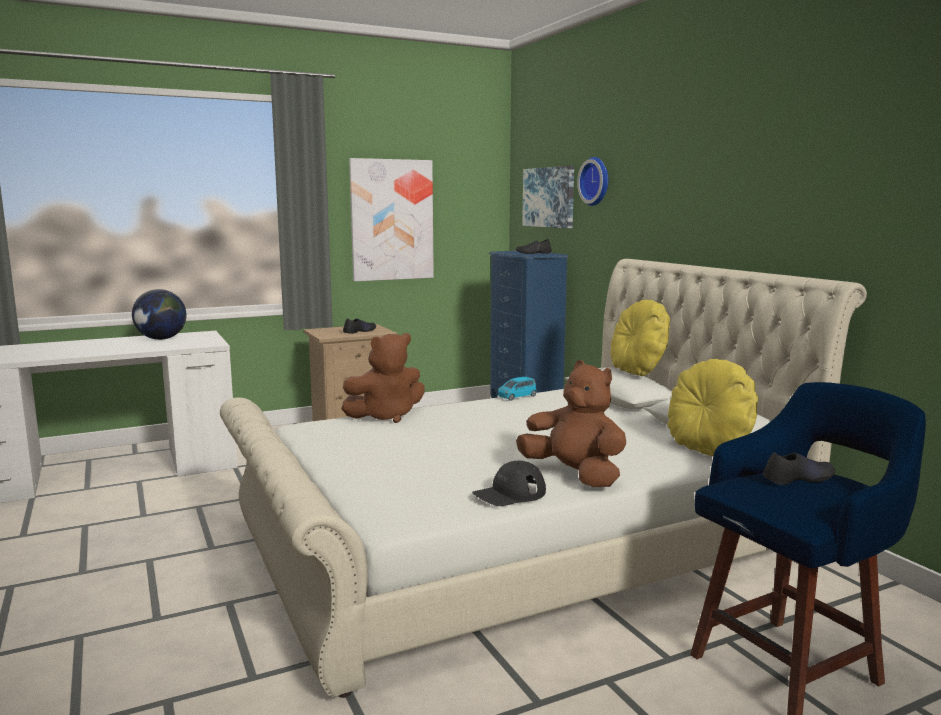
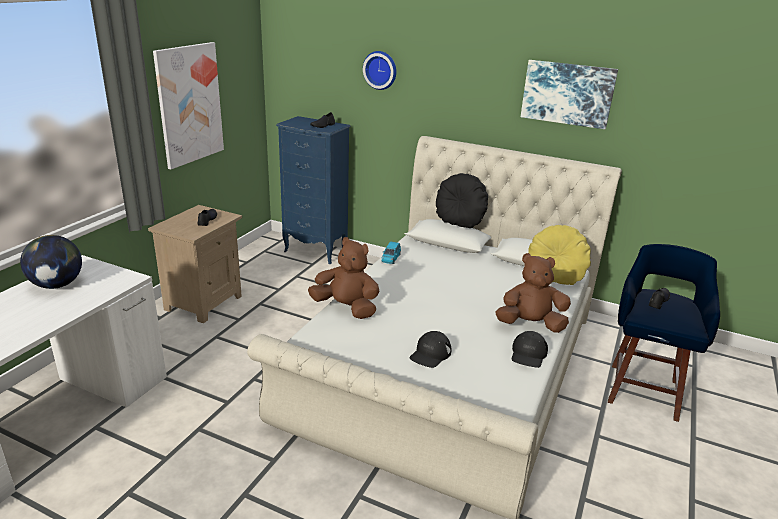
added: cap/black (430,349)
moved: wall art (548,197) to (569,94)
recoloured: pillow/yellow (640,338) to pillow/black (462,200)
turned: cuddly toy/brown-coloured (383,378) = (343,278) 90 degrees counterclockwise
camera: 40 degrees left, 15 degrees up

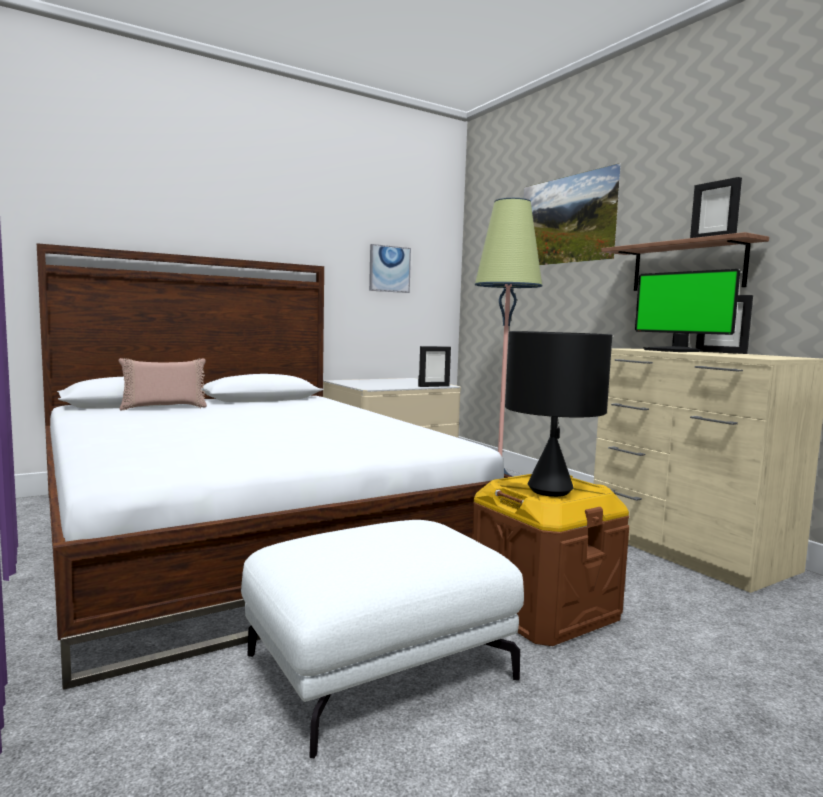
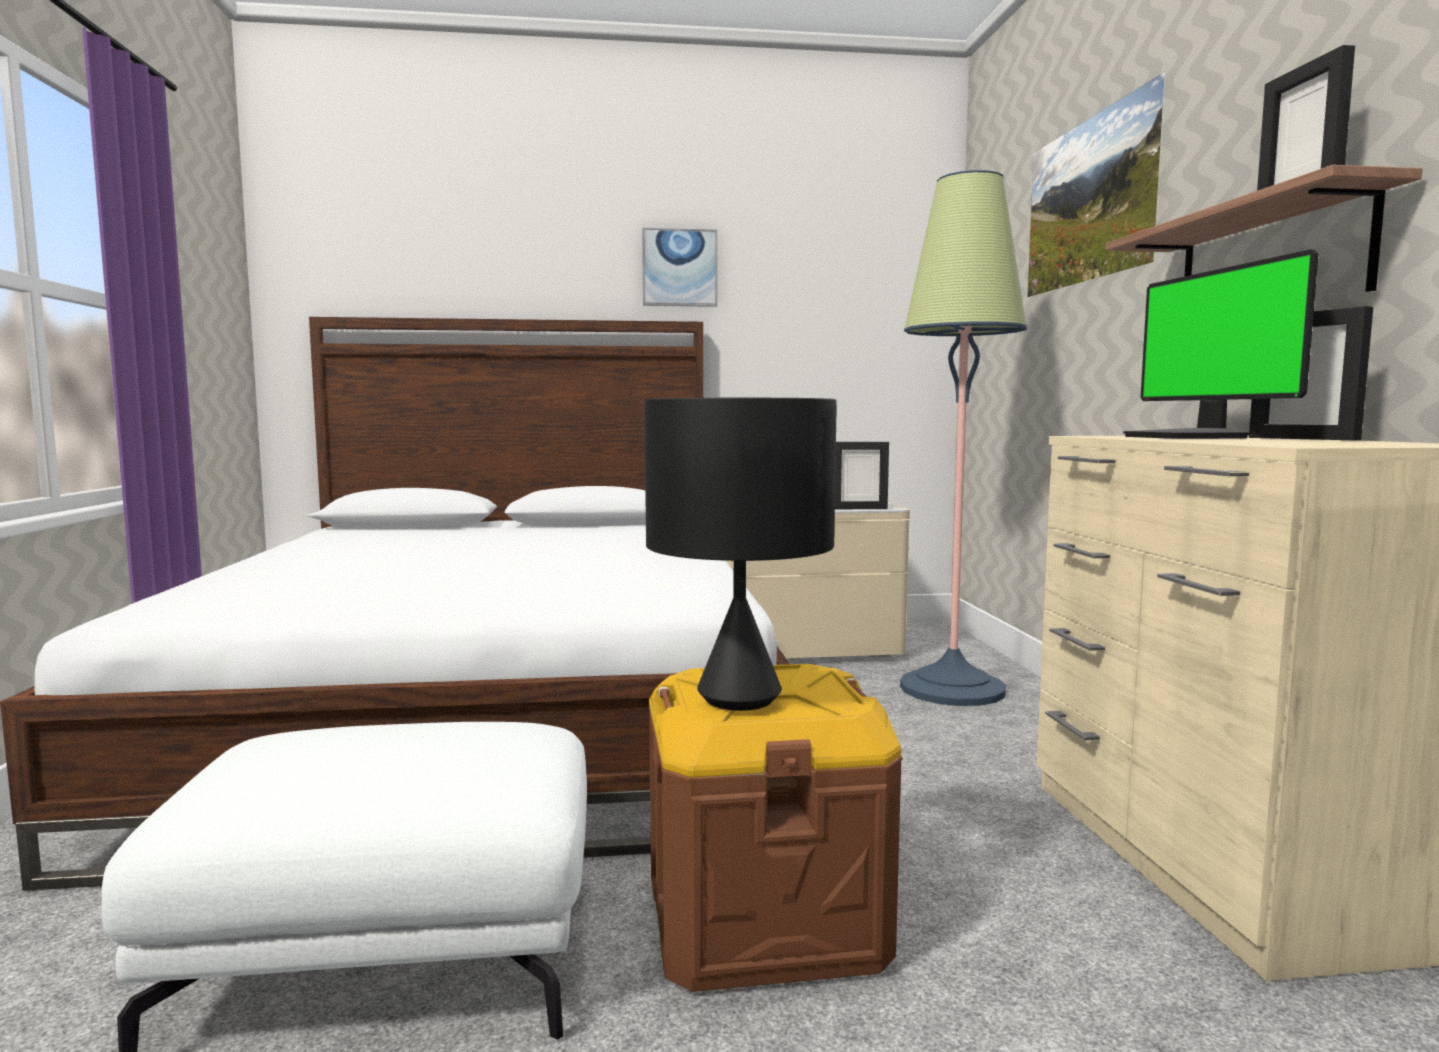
removed: pillow/beige-coloured (163,384)
moved: wall art (390,268) to (679,267)
camera: 25 degrees right, 0 degrees up

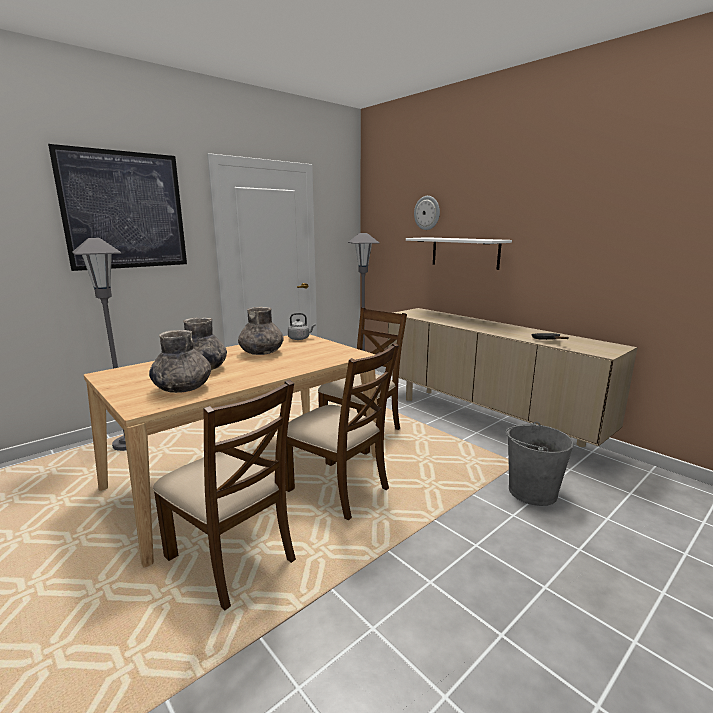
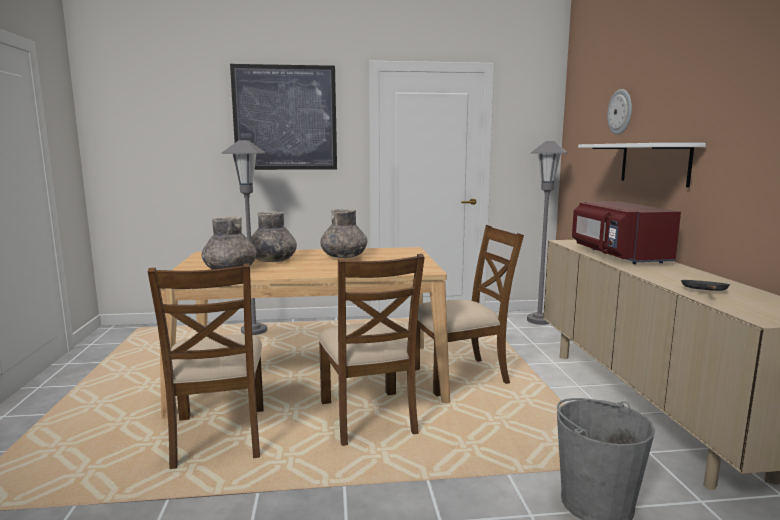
removed: kettle/greyish (302,326)
added: microwave/red-coloured (626,232)
camera: 35 degrees right, 5 degrees down

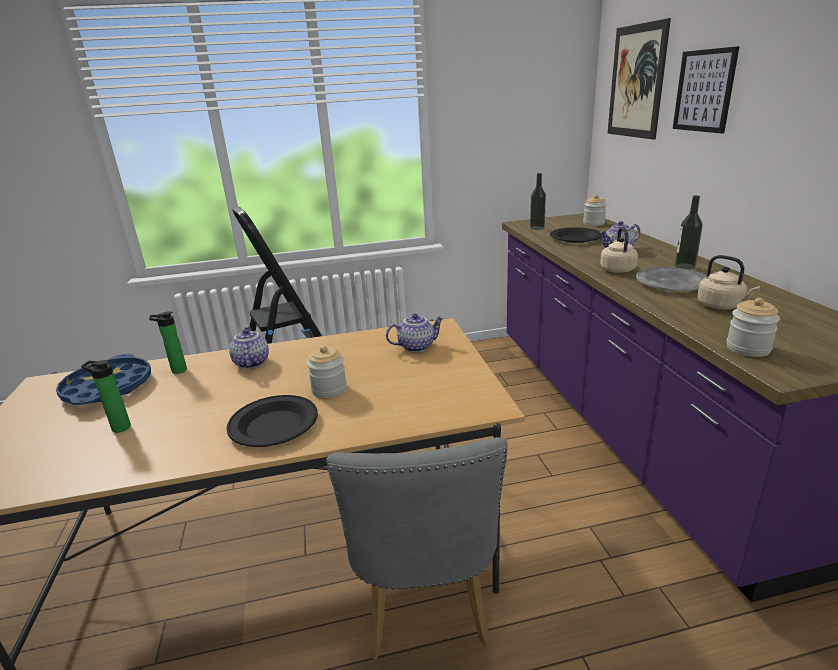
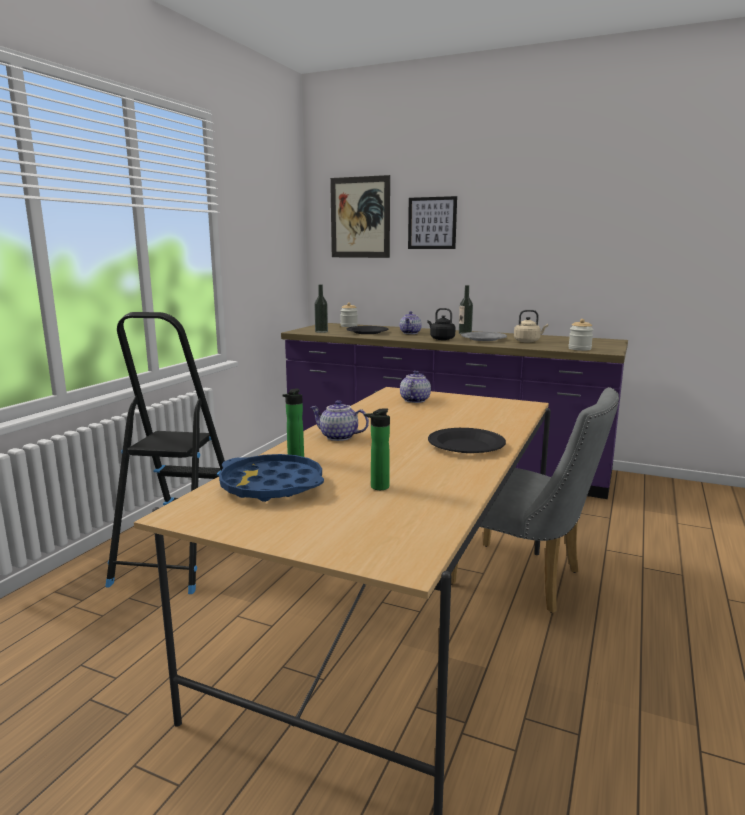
removed: jar (327,372)
recoloured: kettle/beige-coloured (619,250) to kettle/black (441,324)
camera: 55 degrees left, 10 degrees down

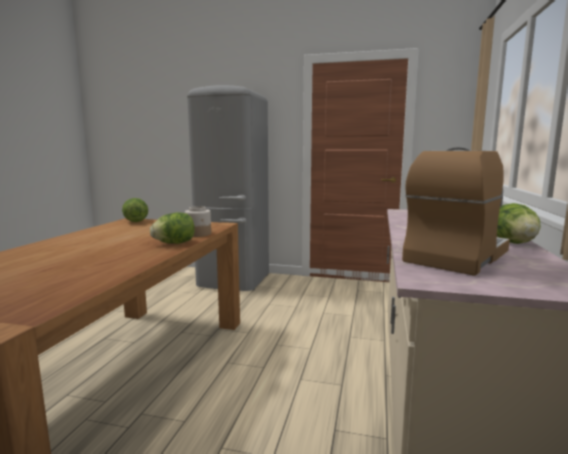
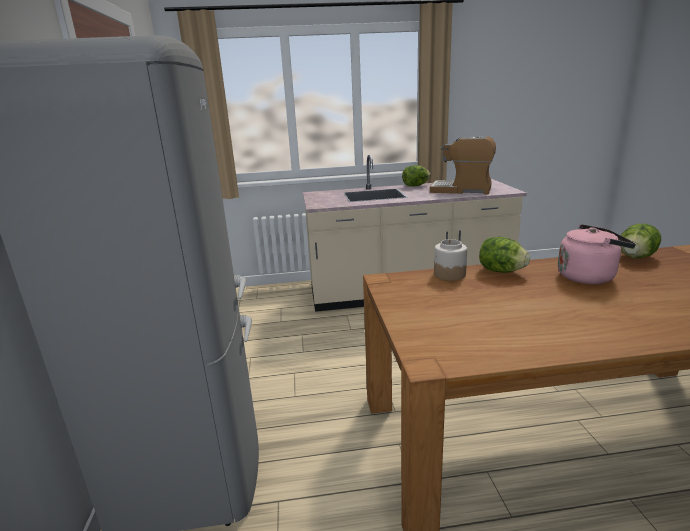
added: kettle/pink (597,254)
moved: head of lettuce (135,210) to (641,241)
camera: 110 degrees left, 10 degrees up

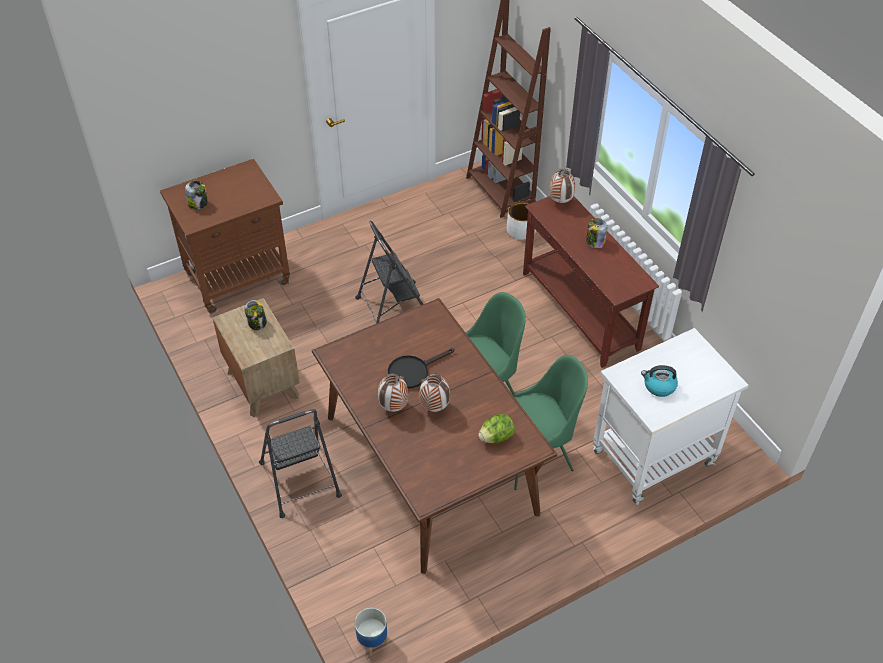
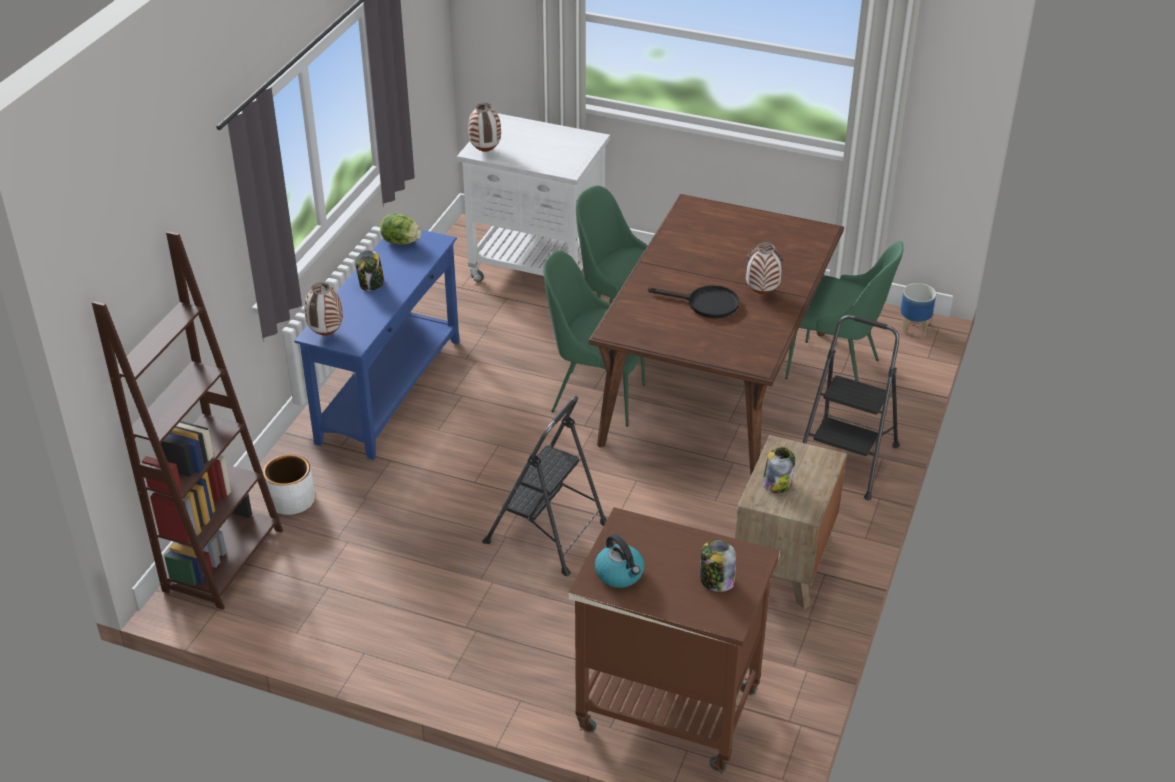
added: upright chair/green-coloured (844,311)
moved: head of lettuce (496,428) to (401,229); vase (434,393) to (484,127); kettle (659,381) to (619,561)
recoloured: hall table/brown-coloured (591,282) to hall table/bluish (376,345)
camera: 130 degrees left, 10 degrees down

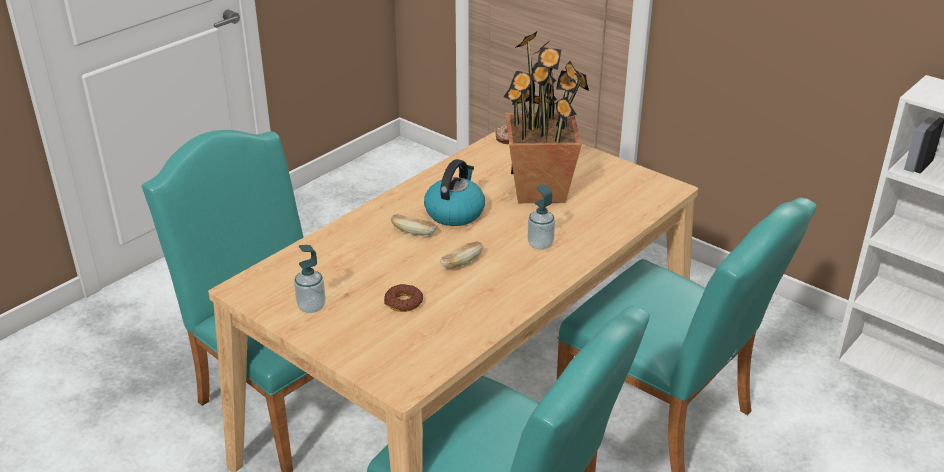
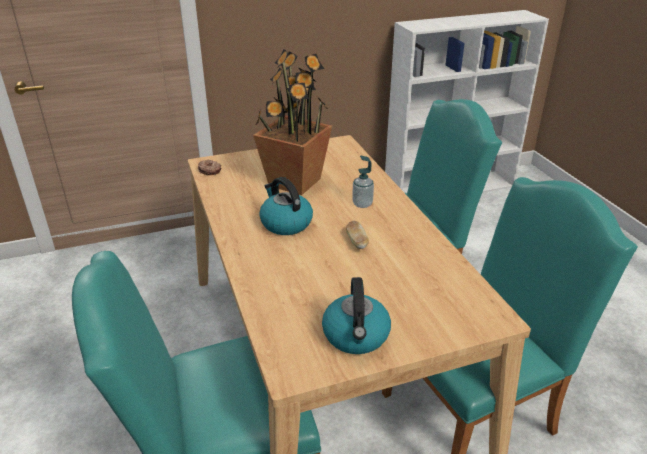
removed: ring doughnut (403,298); baked bread (413,224)
replaced: soap dispenser (310,279) to kettle (356,315)
camera: 60 degrees left, 0 degrees up

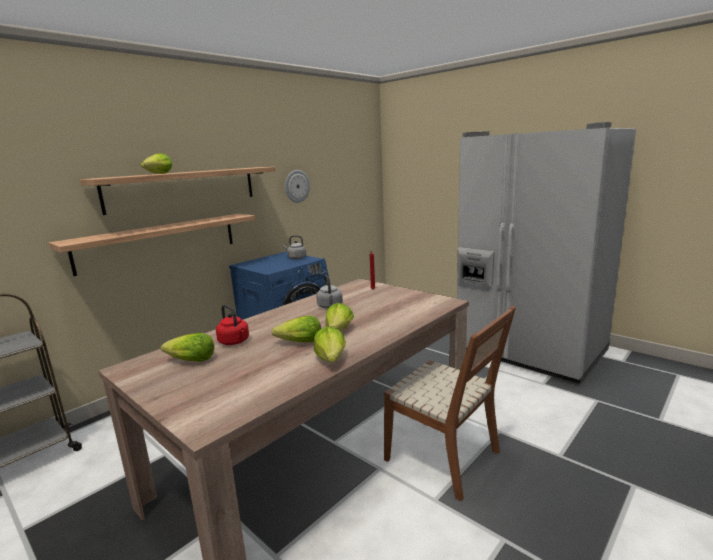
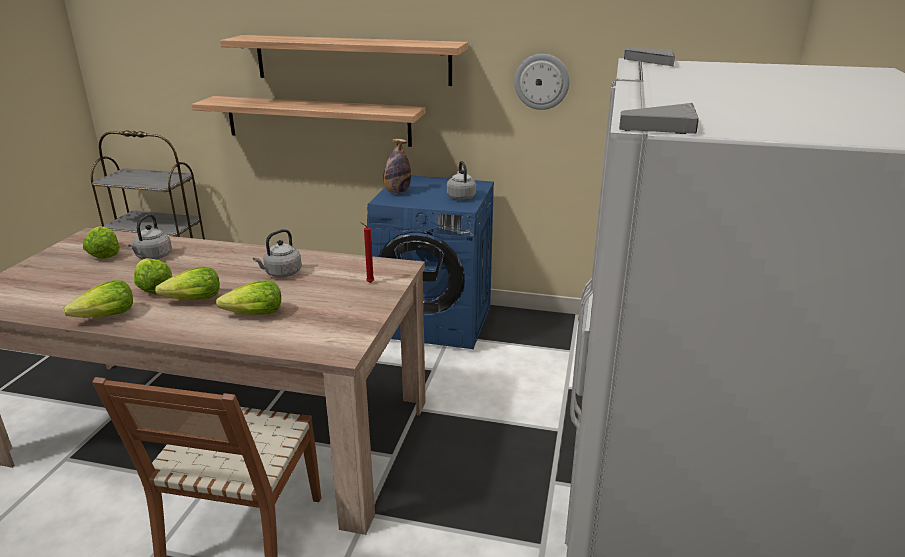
added: bottle (397,166)
moved: head of lettuce (156,163) to (248,297)
recoloured: kettle/red-coloured (232,325) to kettle/greyish (150,236)
camera: 60 degrees right, 10 degrees up

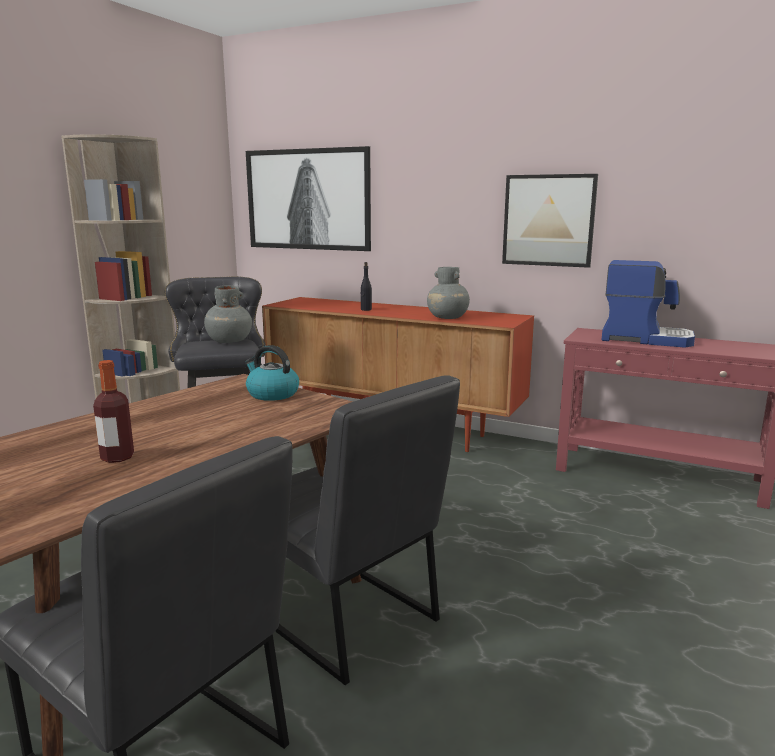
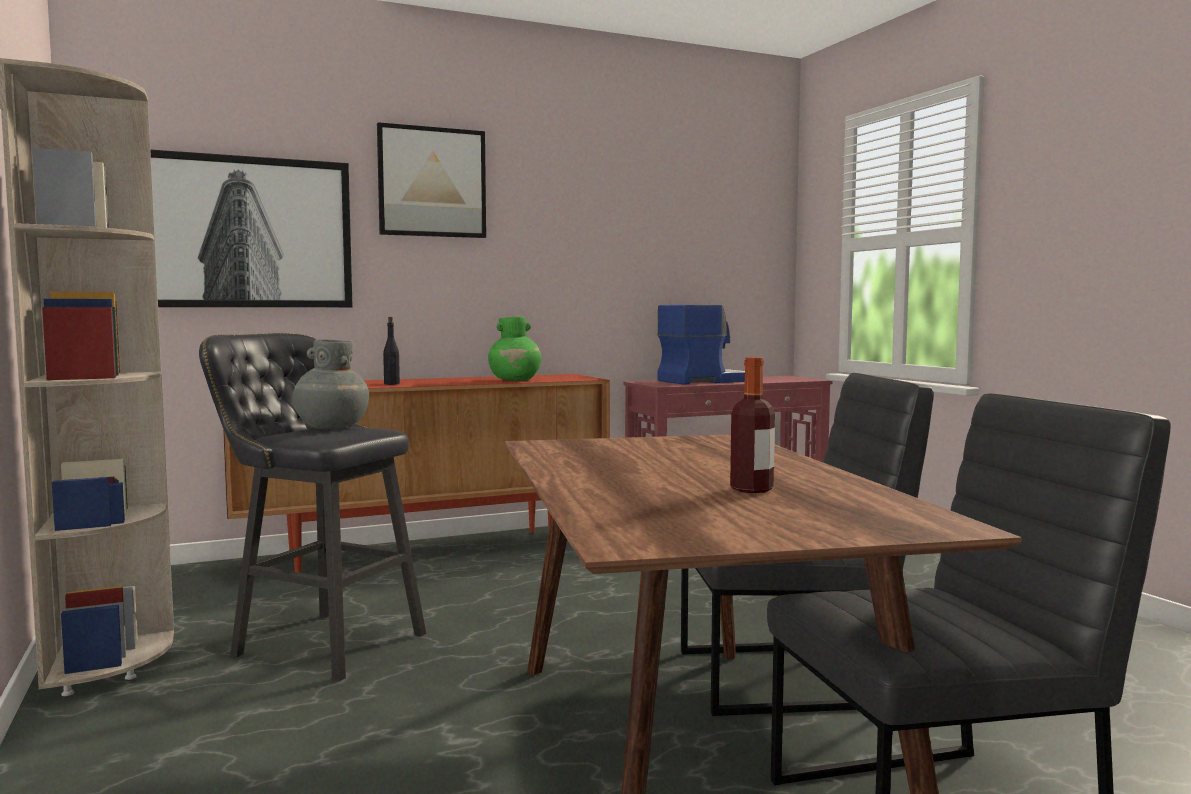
removed: kettle (272,373)
moved: wall art (550,221) to (431,180)
recoloured: vase/greyish (448,293) to vase/green-coloured (515,349)
camera: 50 degrees left, 10 degrees down

